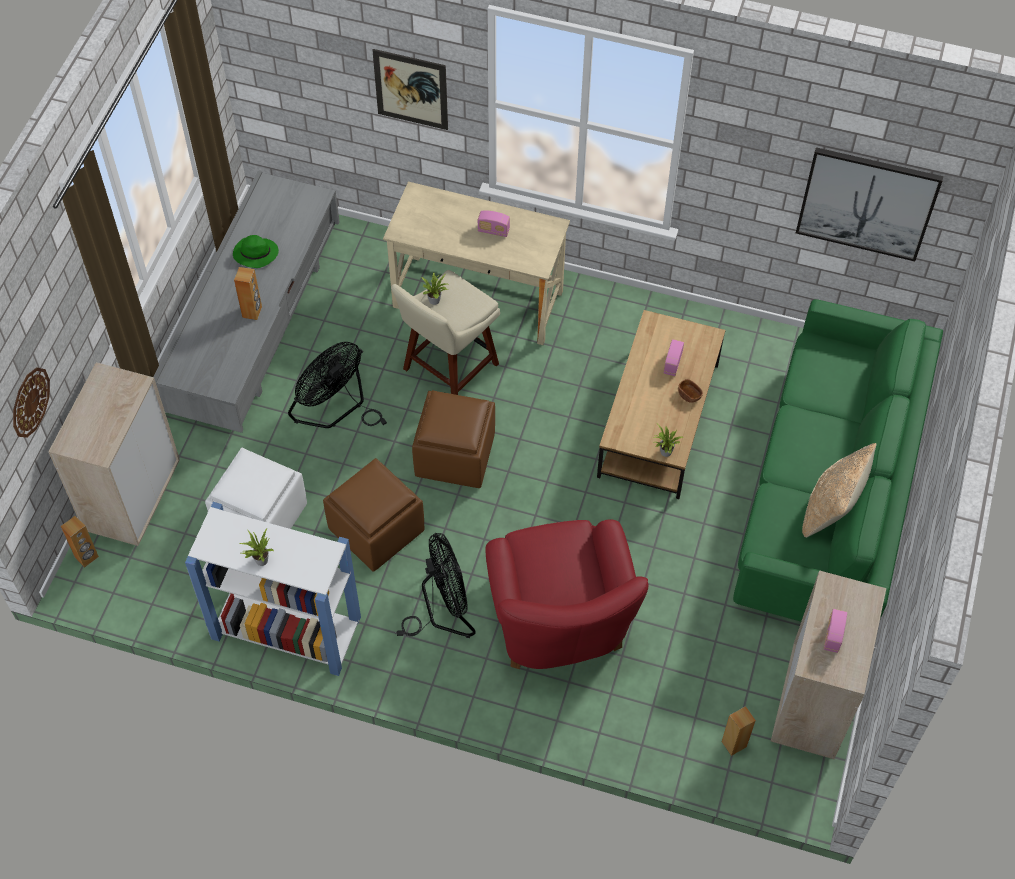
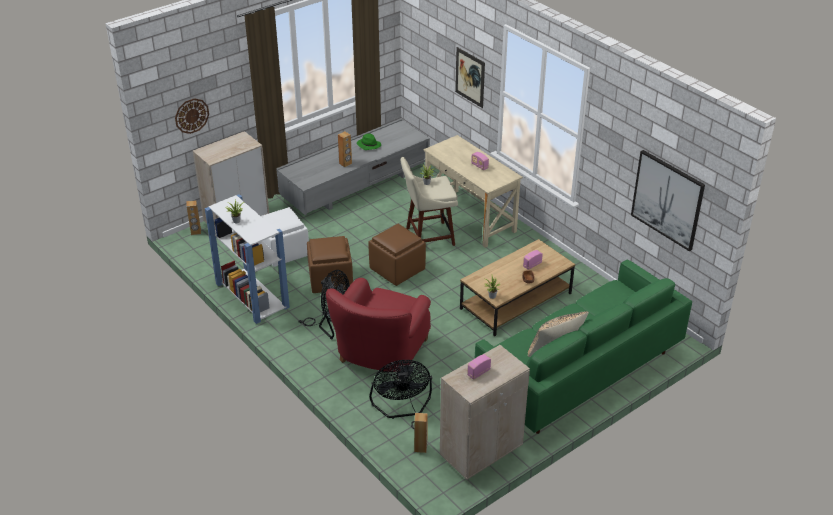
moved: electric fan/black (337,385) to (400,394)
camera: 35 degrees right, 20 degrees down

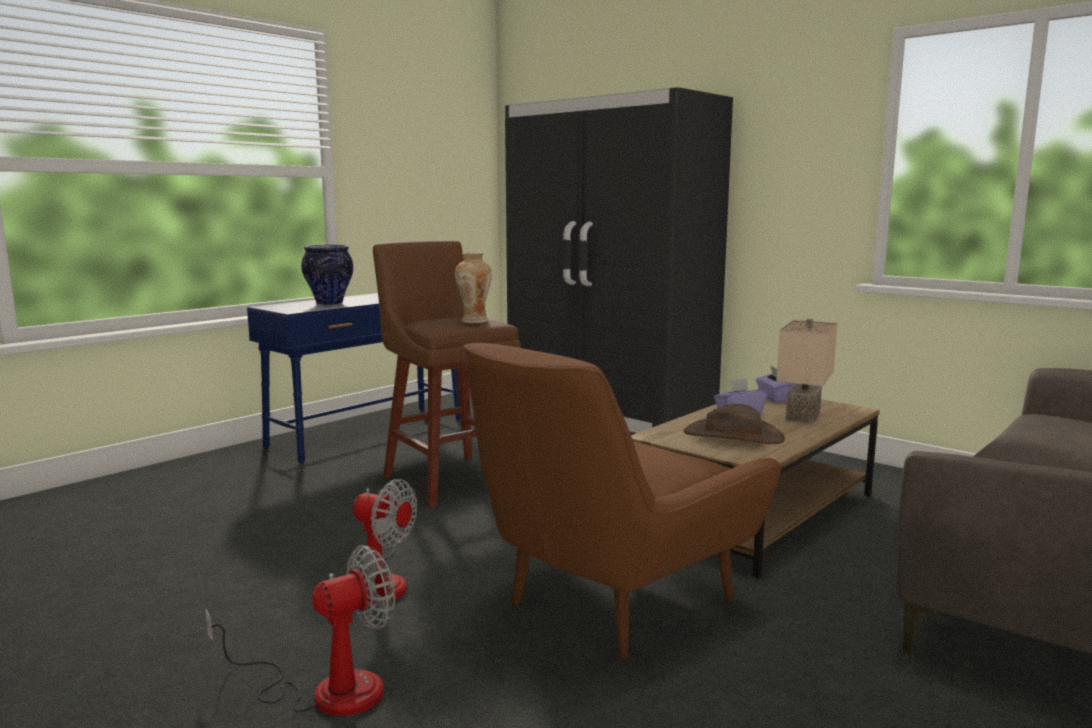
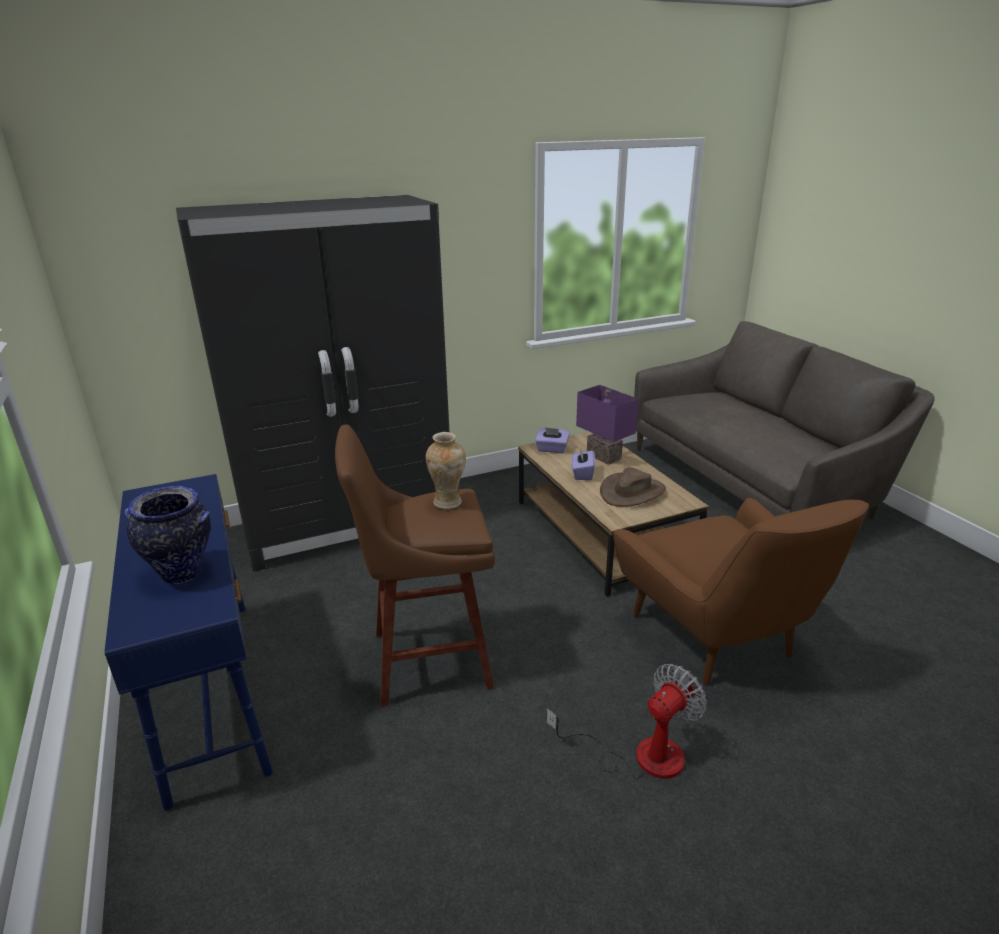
removed: electric fan (300,630)
recoloured: table lamp/beige-coloured (806,371) to table lamp/purplish (607,425)
camera: 65 degrees left, 15 degrees up

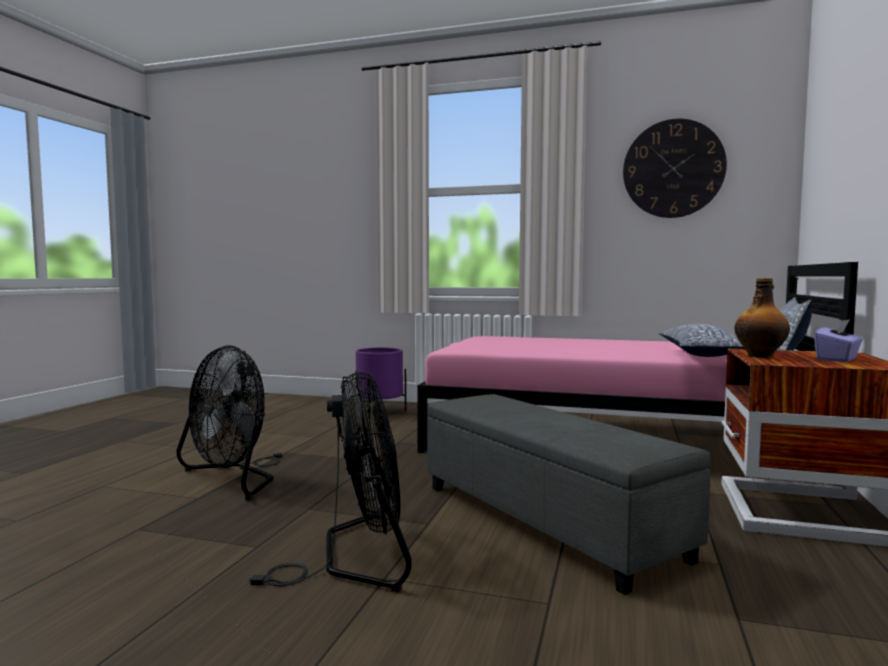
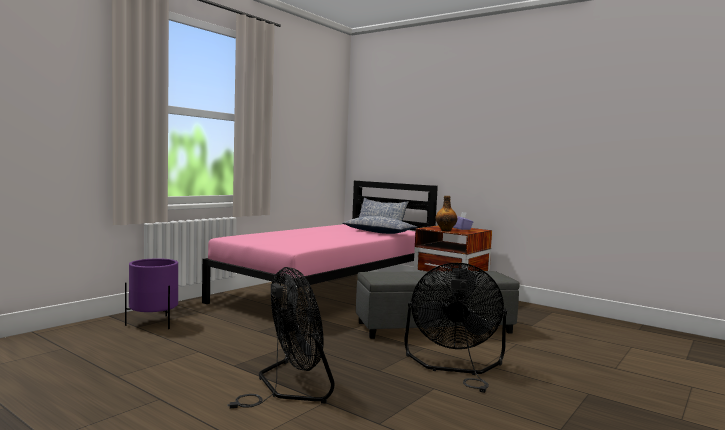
removed: hanging clock (675,168)
turned: electric fan/black (230,422) = (280,337) 90 degrees counterclockwise
camera: 70 degrees left, 0 degrees up

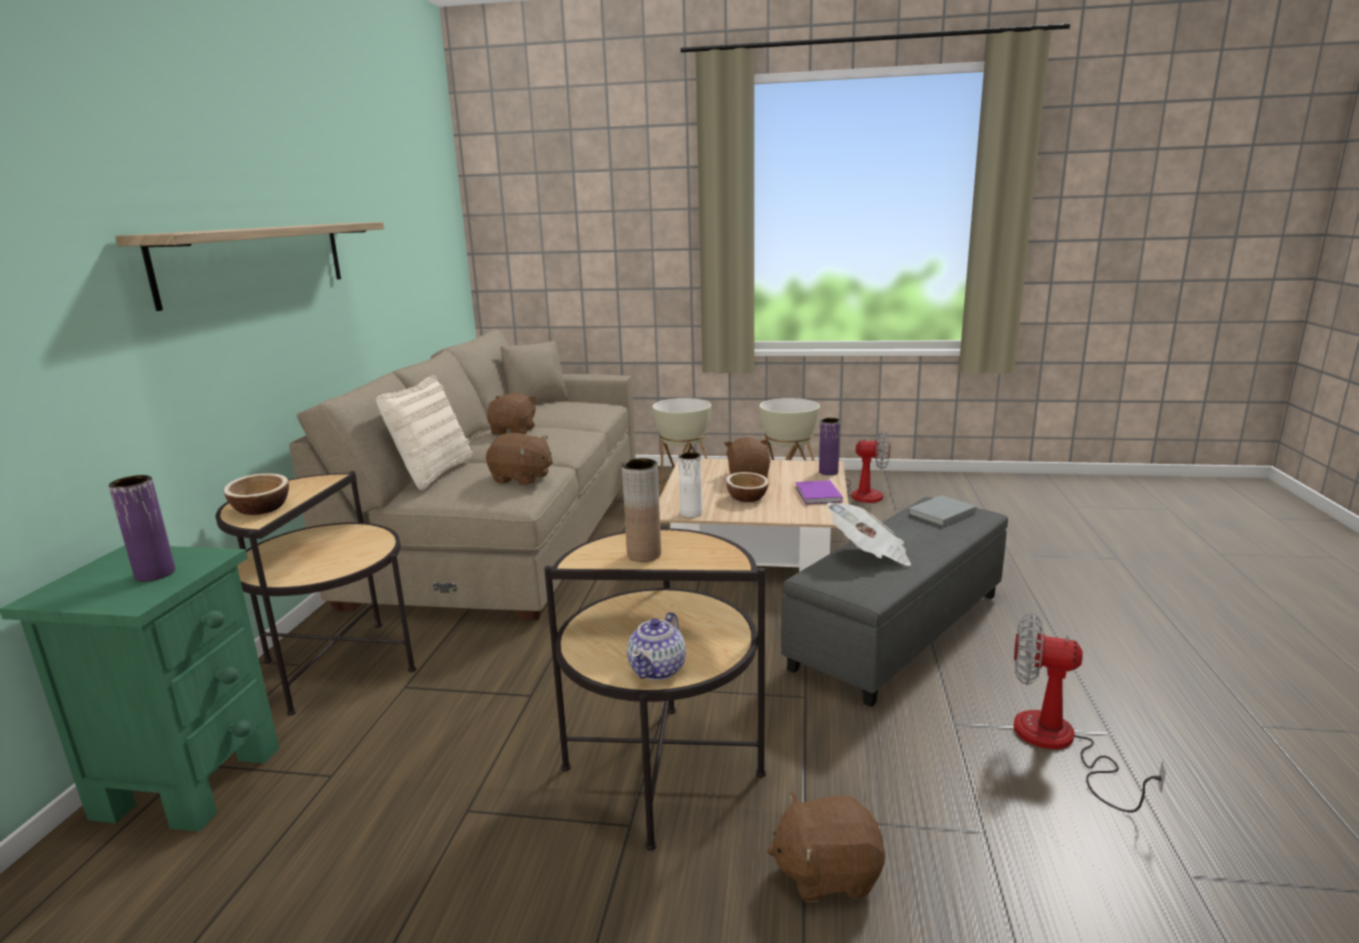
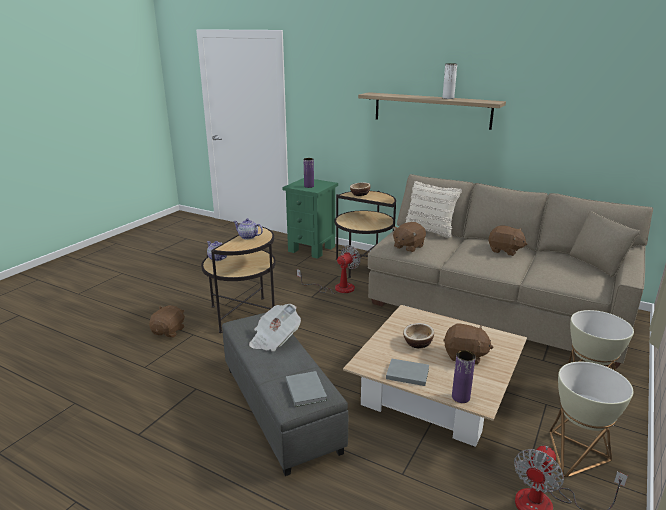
moved: electric fan (1090,713) to (329,269); vase/white (690,485) to (450,81)
replaced: vase/brown-coloured (641,510) to tea pot (248,228)
recoloured: book/purplish (819,492) to book/greyish (407,372)
camera: 110 degrees right, 5 degrees up

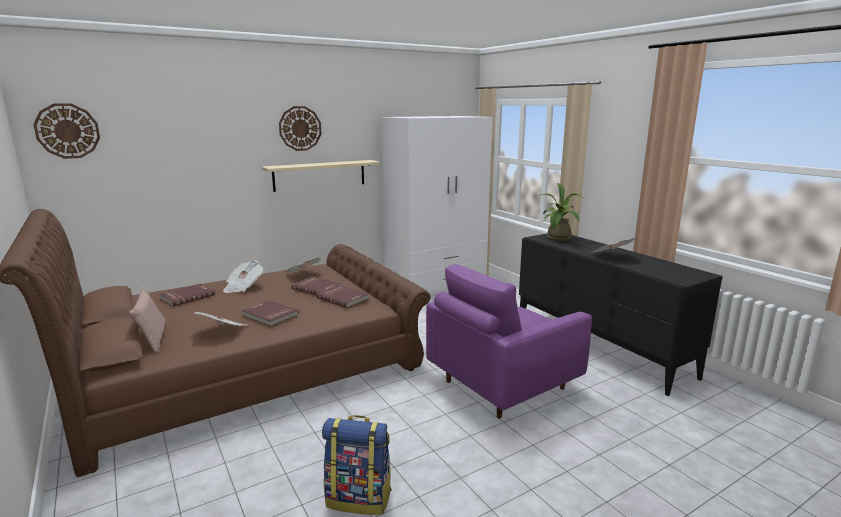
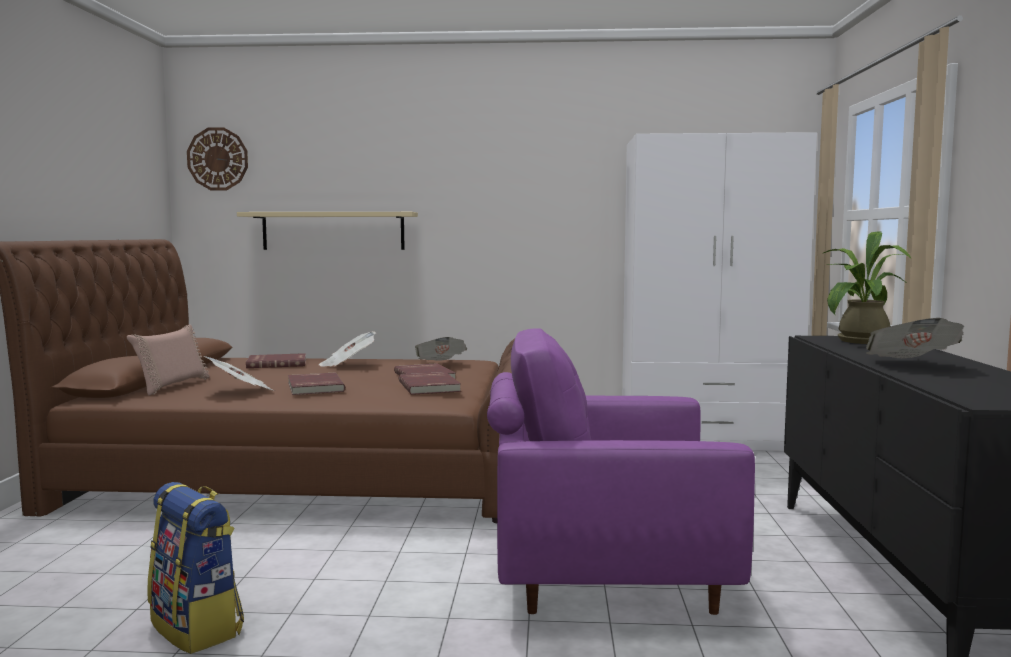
removed: hanging clock (300,128)
moved: wall shelf/beige-coloured (321,176) to (327,231)
camera: 35 degrees right, 10 degrees down

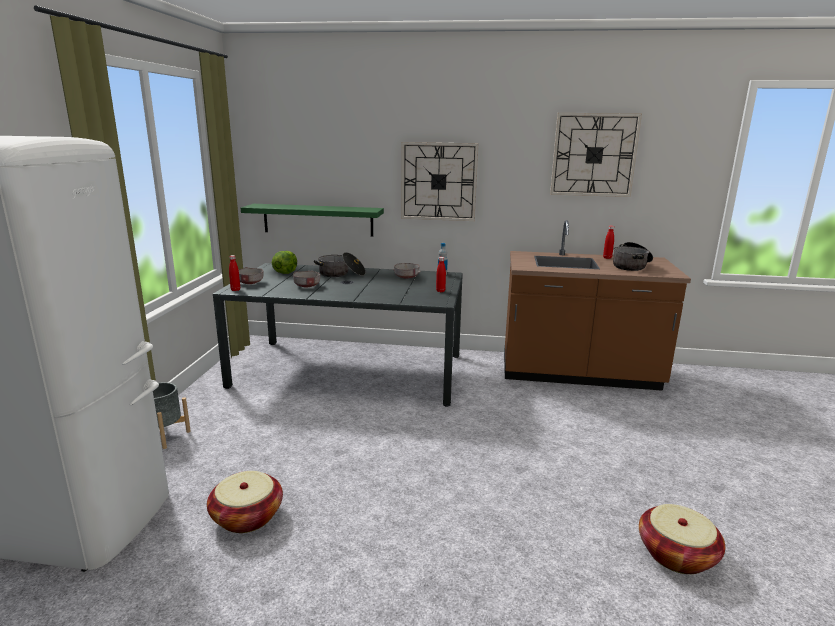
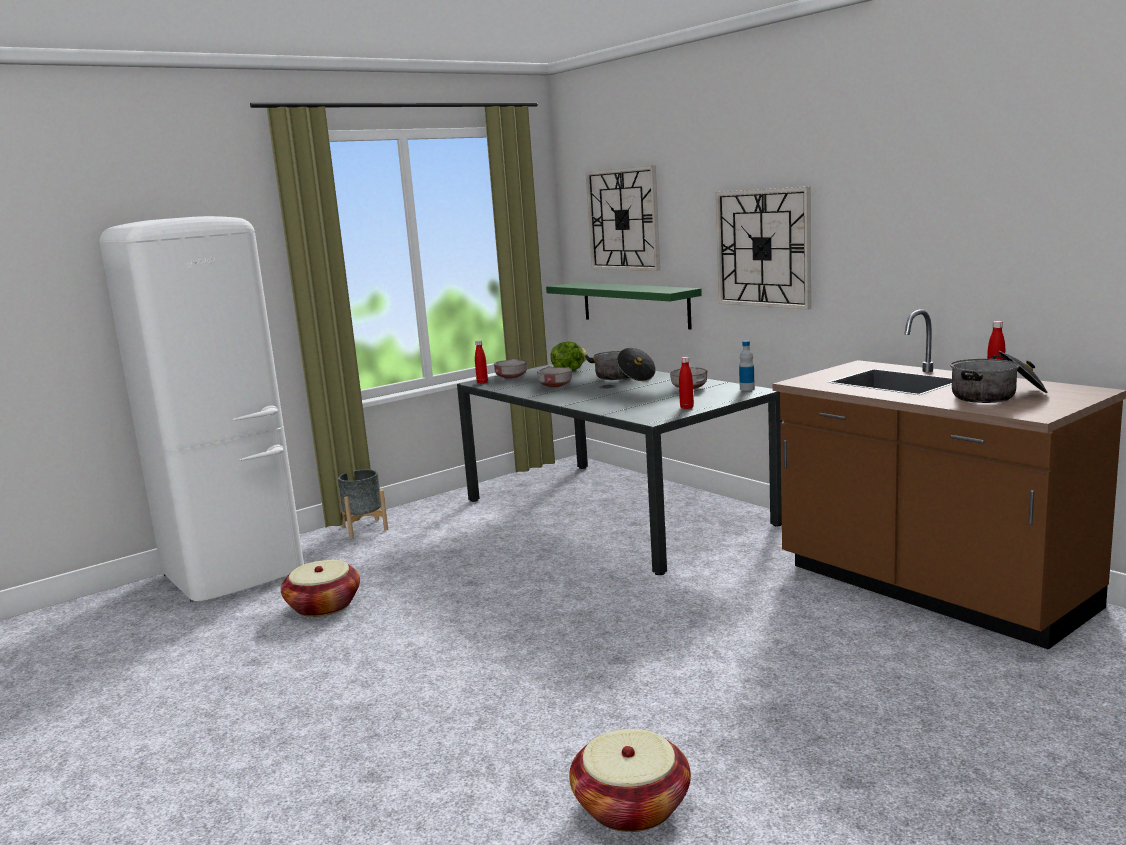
moved: hanging clock (596,155) to (623,218)
camera: 45 degrees right, 5 degrees down

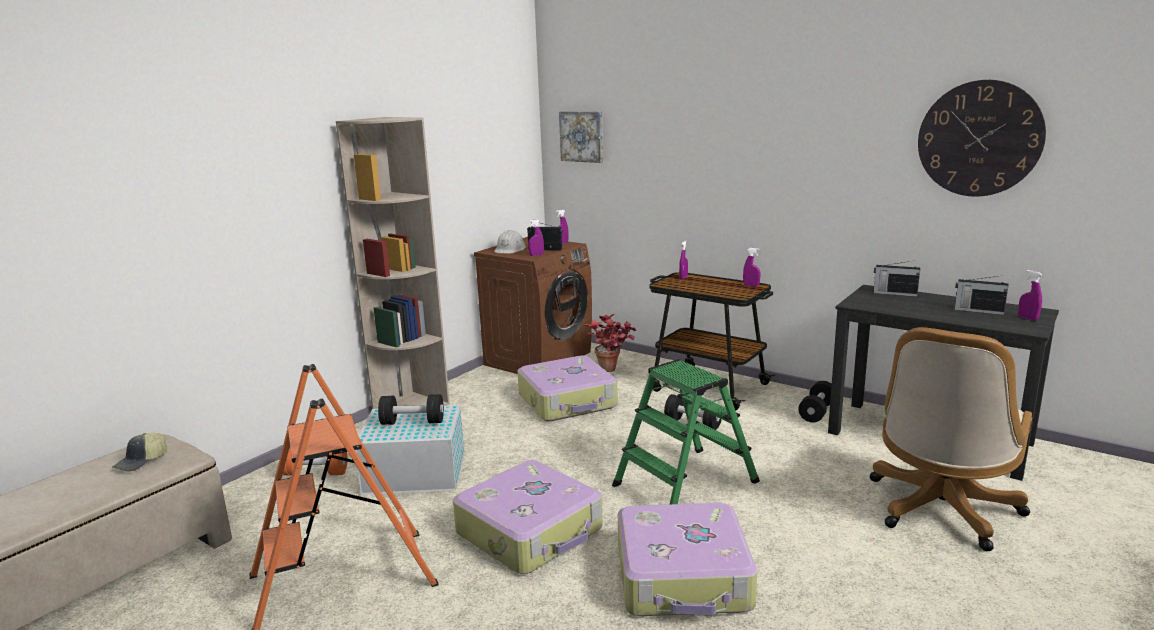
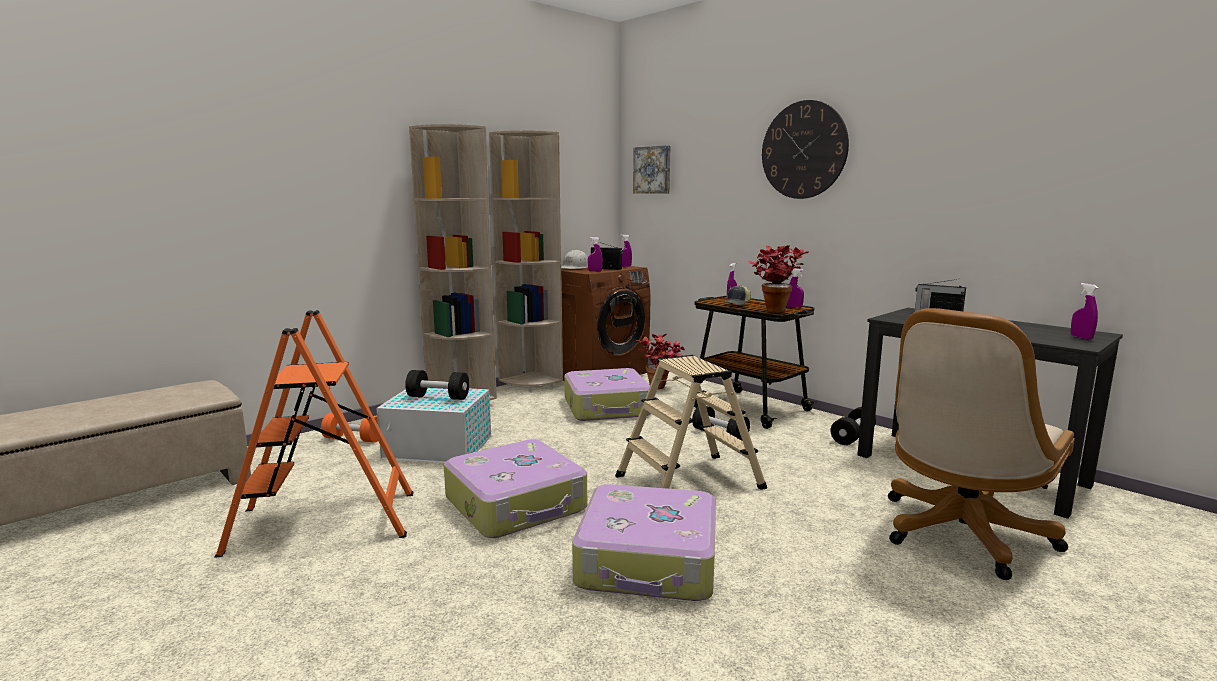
removed: radio (981,295)
added: bookshelf/beige-coloured (526,260); potted plant (778,279)
moved: cap (140,452) to (737,295); hanging clock (982,138) to (805,149)
recoloured: stepladder/green-coloured (686,431) to stepladder/beige-coloured (691,422)
camera: 10 degrees right, 5 degrees down

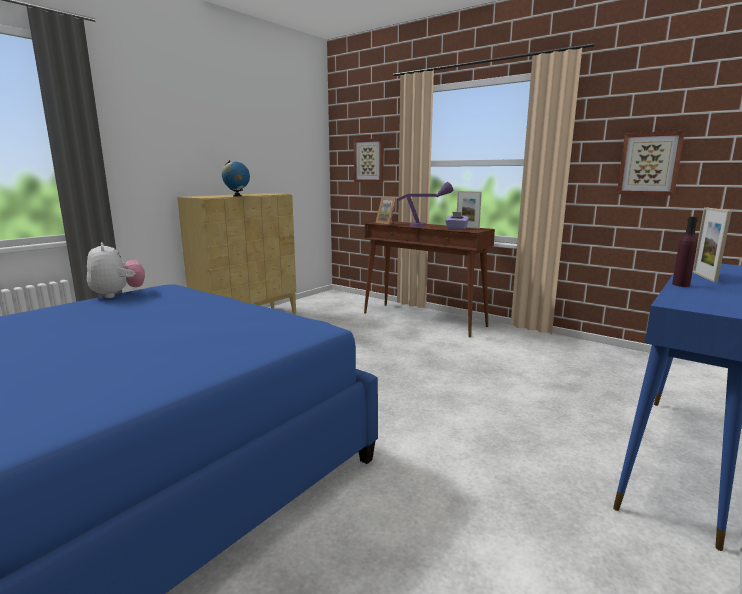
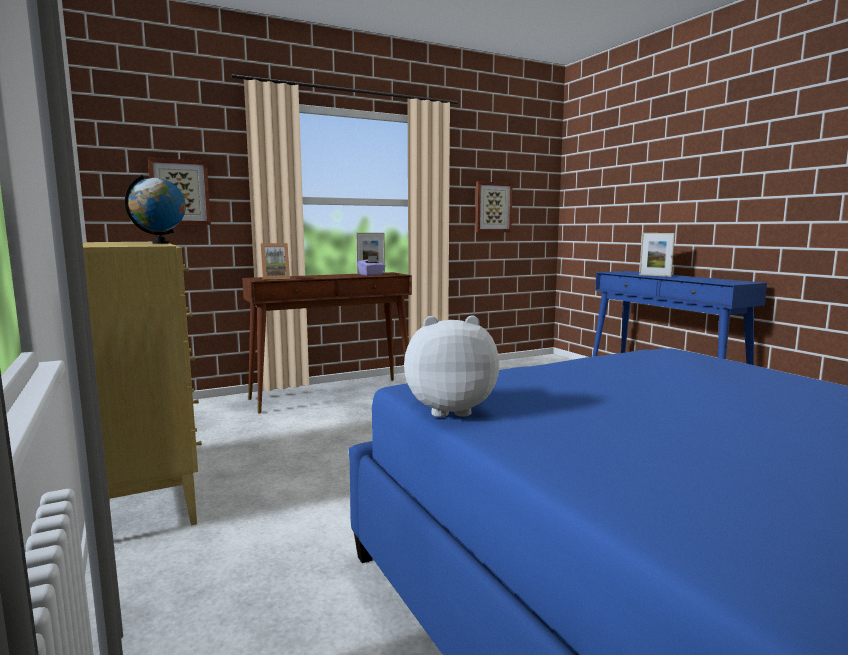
removed: table lamp/purplish (426,204); bottle/purplish (685,252)
camera: 65 degrees left, 5 degrees down

